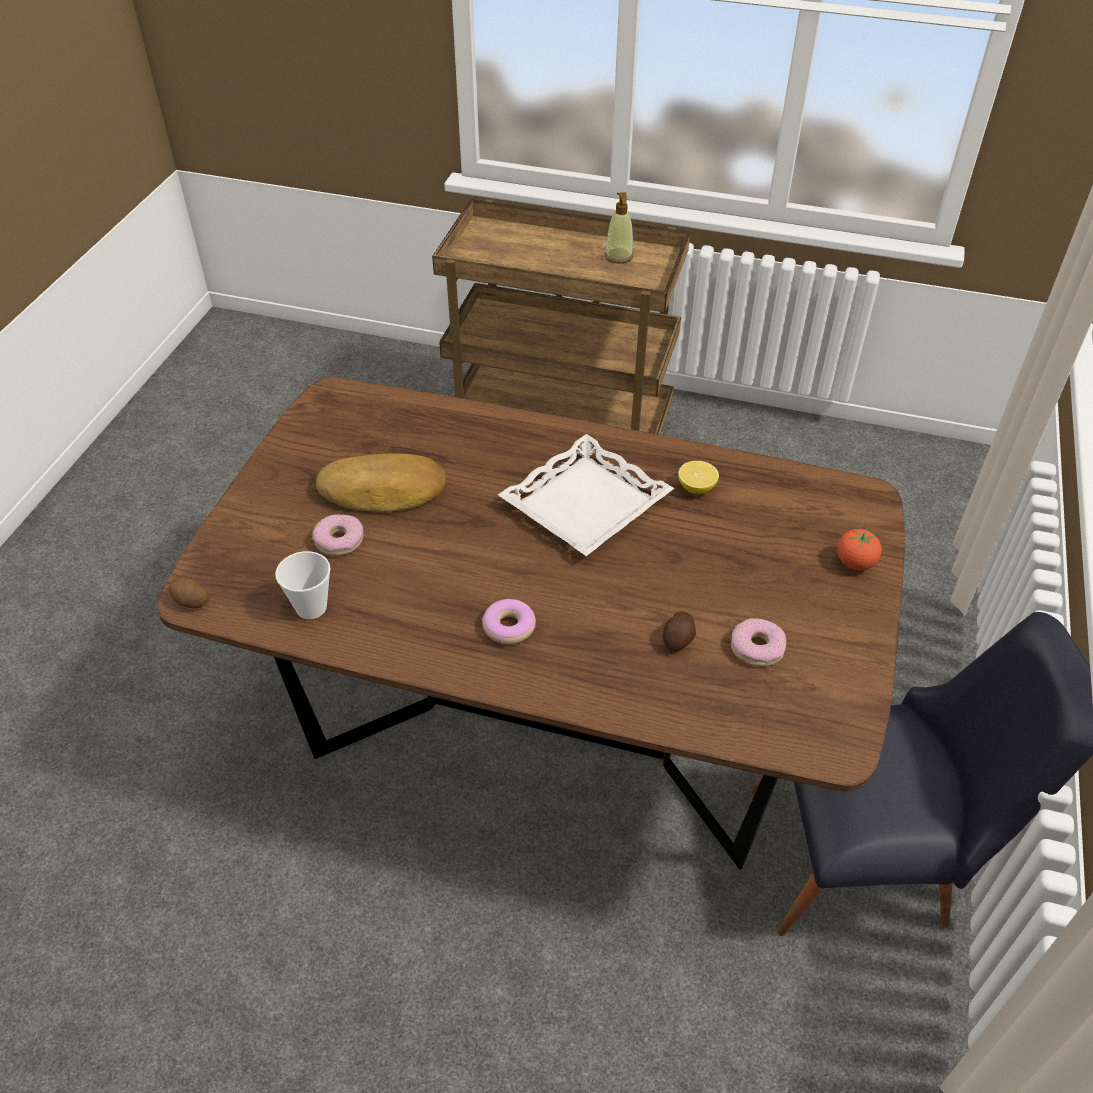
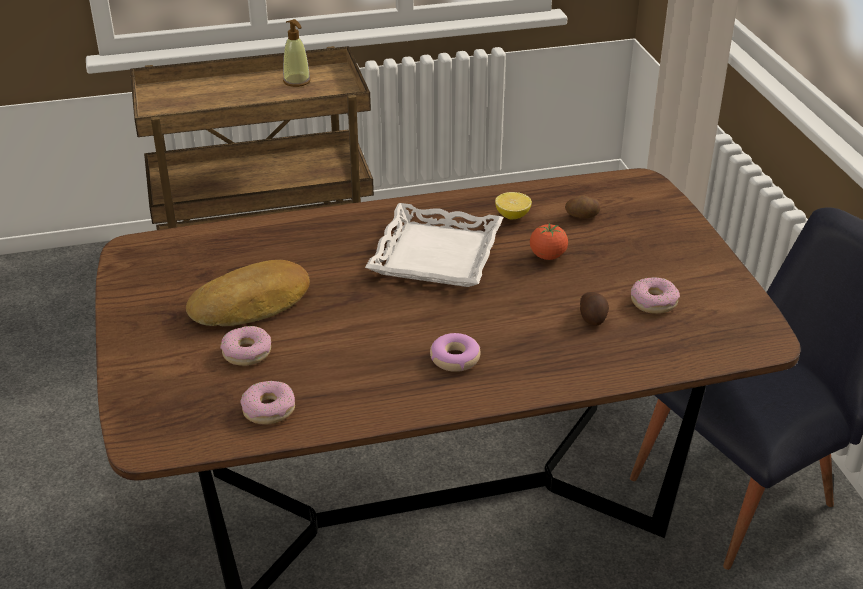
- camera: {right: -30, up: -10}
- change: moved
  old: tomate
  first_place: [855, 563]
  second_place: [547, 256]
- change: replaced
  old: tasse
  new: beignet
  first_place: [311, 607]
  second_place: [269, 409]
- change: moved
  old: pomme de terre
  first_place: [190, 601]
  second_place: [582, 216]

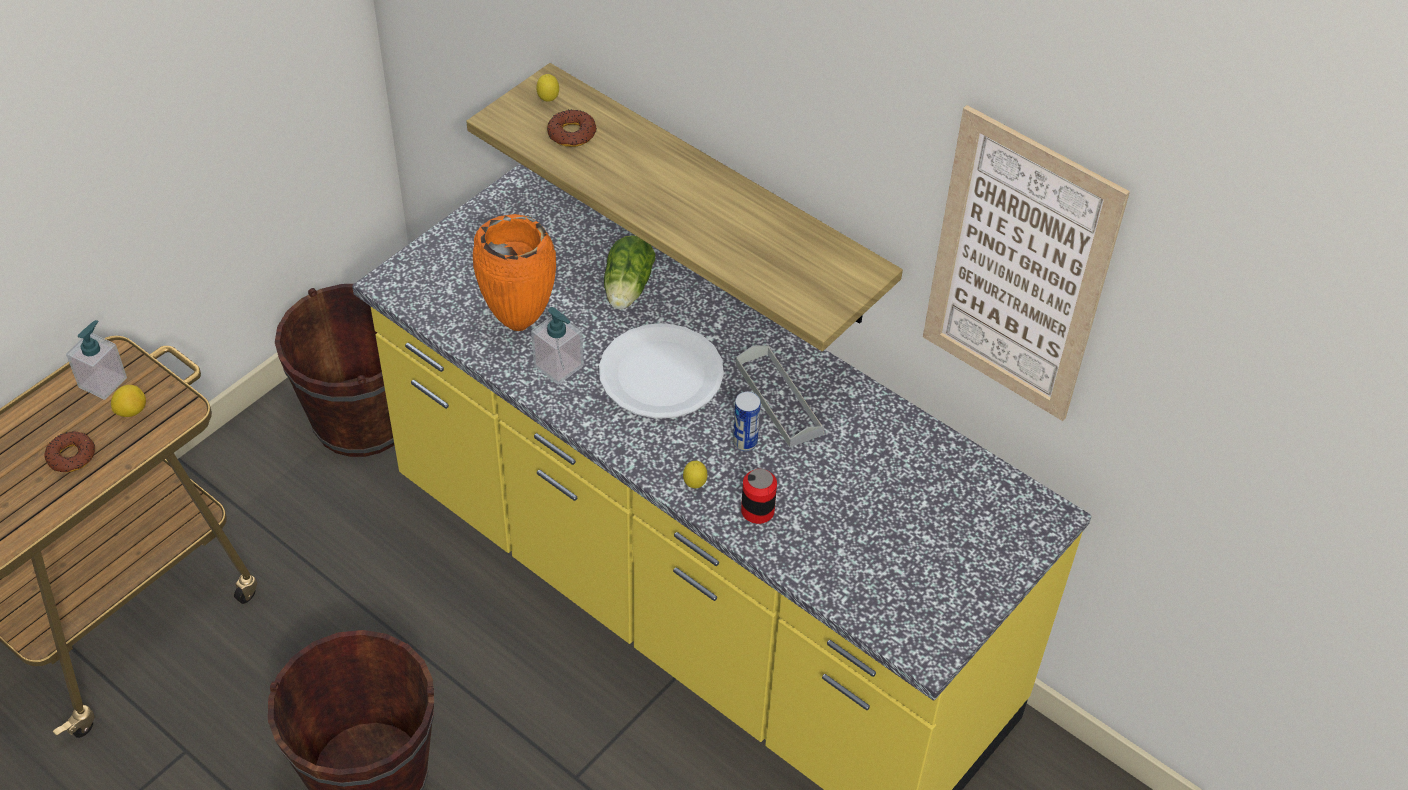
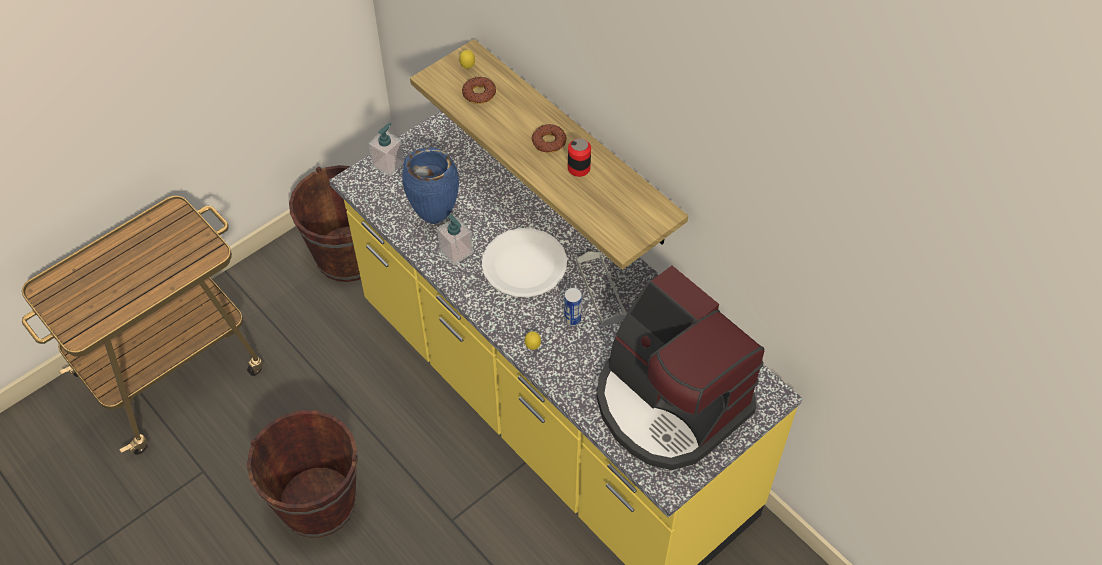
- camera: {right: 10, up: 5}
- change: removed
  old: tableau
  first_place: [1018, 269]
- change: recoloured
  old: vase/orange
  new: vase/bleu
  first_place: [520, 322]
  second_place: [436, 217]
- change: removed
  old: laitue
  first_place: [626, 290]
- change: moved
  old: distributeur de savon
  first_place: [103, 382]
  second_place: [388, 164]
- change: removed
  old: citron
  first_place: [131, 411]
- change: moved
  old: beignet
  first_place: [71, 456]
  second_place: [548, 142]
- change: moved
  old: boîte métallique
  first_place: [757, 511]
  second_place: [579, 168]
- change: added
  new: machine à café
  second_place: [669, 403]

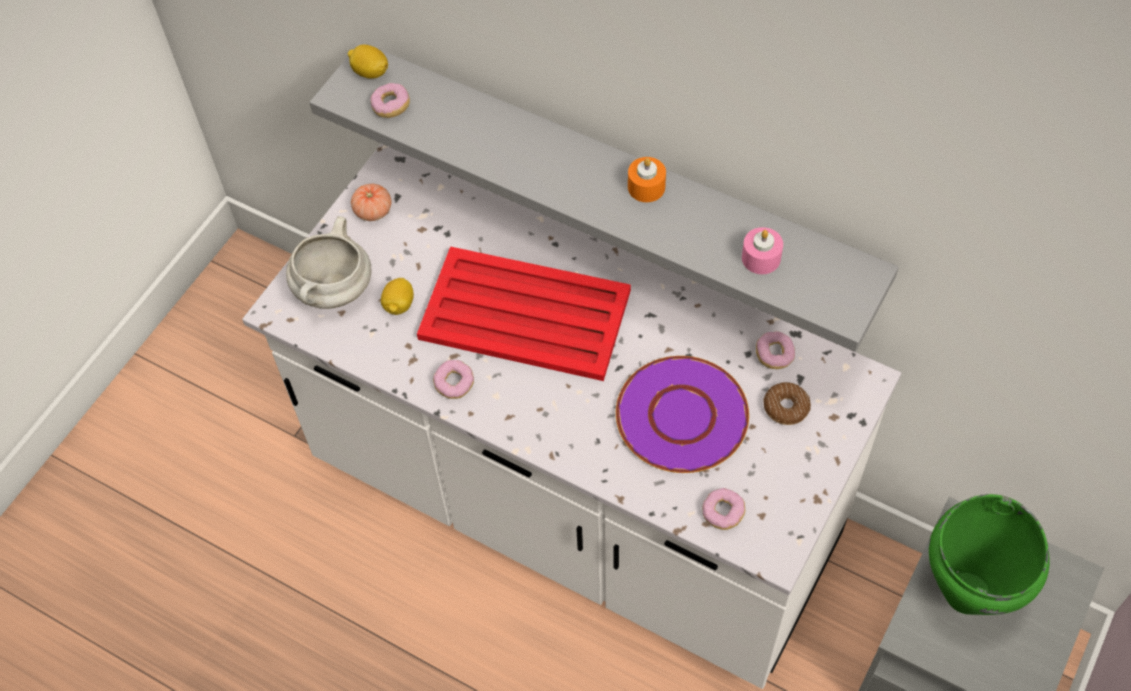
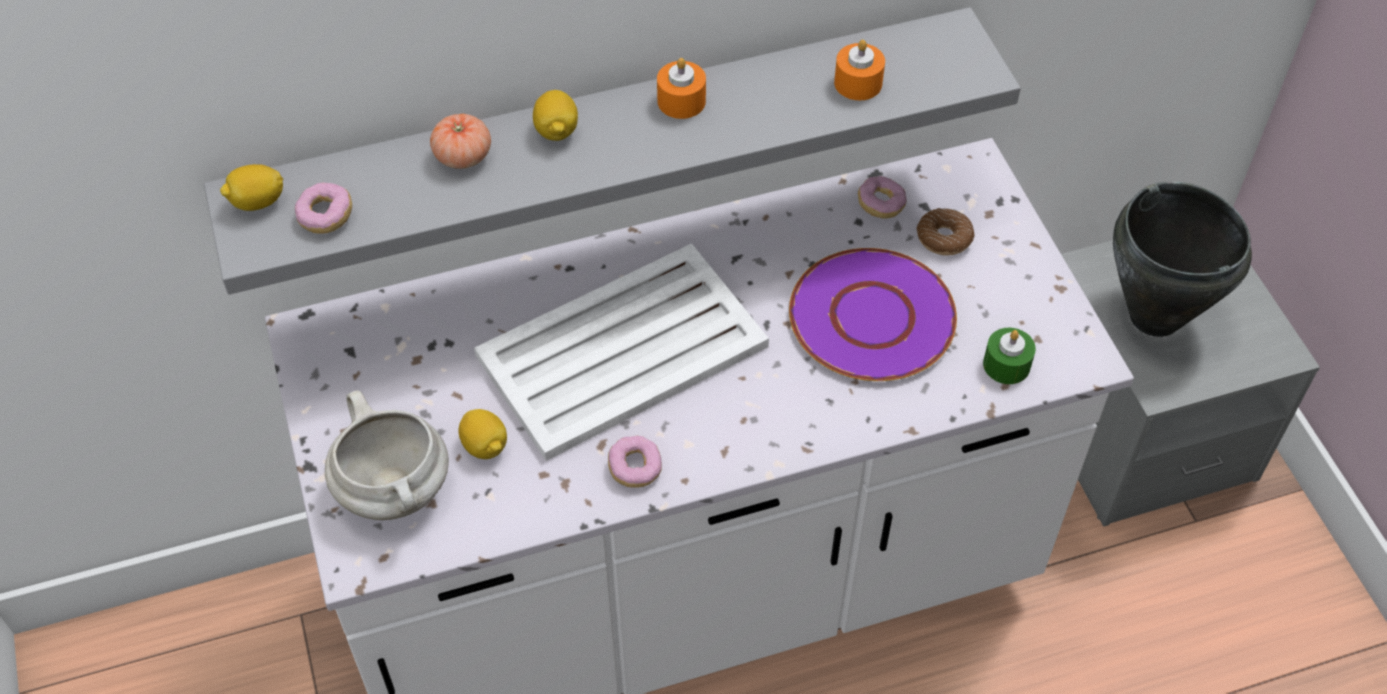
- camera: {right: -50, up: -5}
- change: moved
  old: tomate
  first_place: [373, 211]
  second_place: [463, 156]
- change: recoloured
  old: bougie/rose
  new: bougie/orange
  first_place: [761, 258]
  second_place: [858, 83]
- change: recoloured
  old: plateau/rouge
  new: plateau/blanc
  first_place: [527, 315]
  second_place: [625, 351]
- change: replaced
  old: beignet
  new: bougie/vert
  first_place: [723, 513]
  second_place: [1006, 365]
- change: recoloured
  old: marmite/vert
  new: marmite/noir
  first_place: [965, 594]
  second_place: [1154, 318]
- change: added
  new: citron
  second_place: [556, 131]

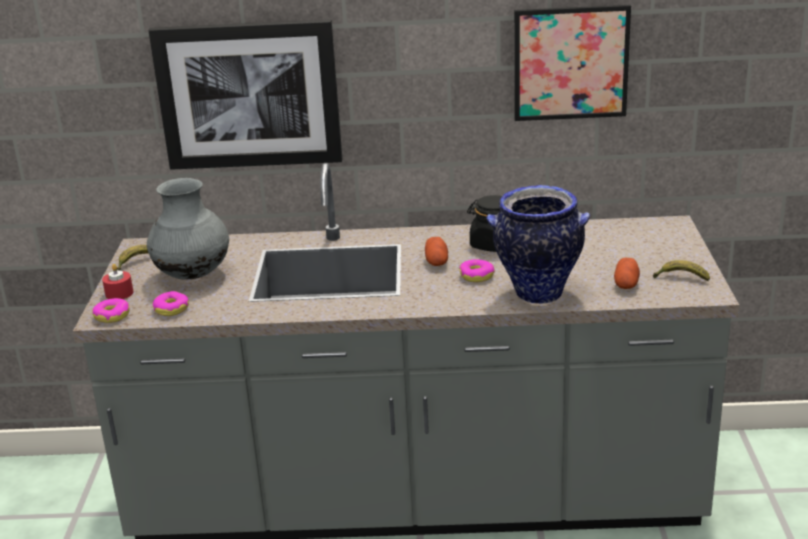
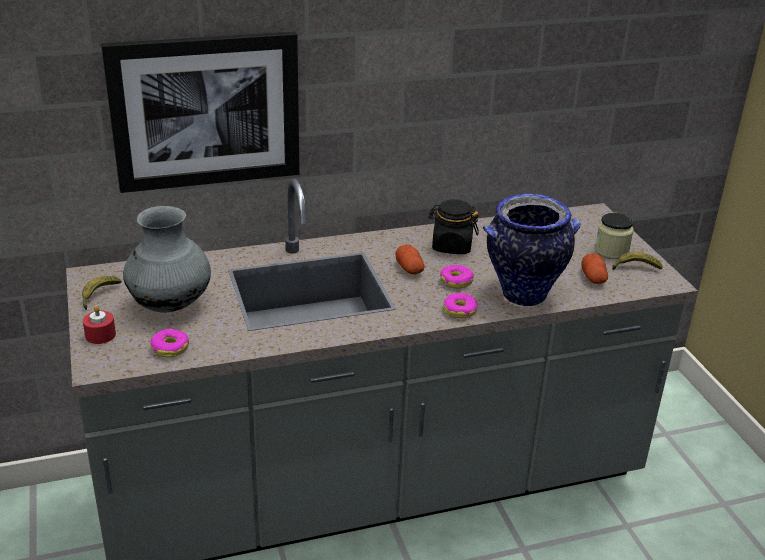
- camera: {right: -20, up: 5}
- change: removed
  old: tableau
  first_place: [570, 63]
- change: moved
  old: beignet
  first_place: [112, 316]
  second_place: [460, 310]
- change: added
  new: bocal
  second_place: [611, 251]

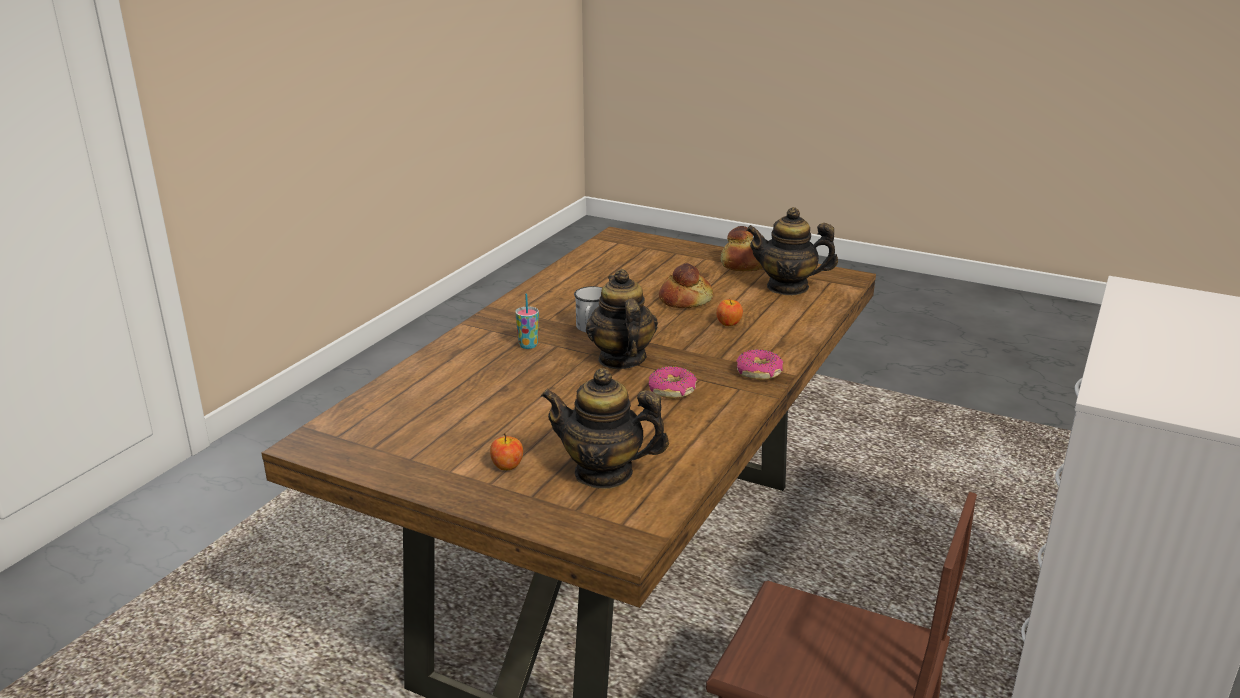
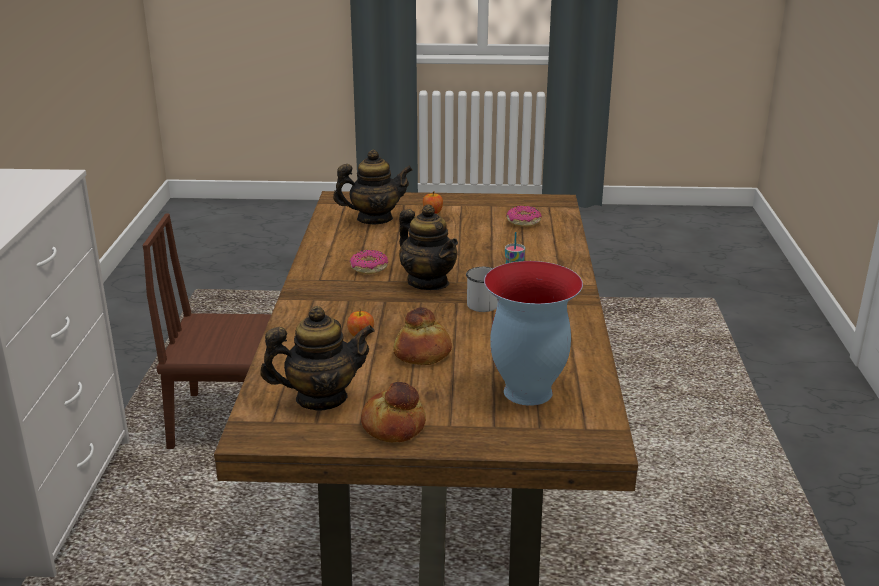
- camera: {right: 155, up: 0}
- change: moved
  old: beignet
  first_place: [759, 372]
  second_place: [523, 222]
- change: added
  new: vase
  second_place: [527, 393]

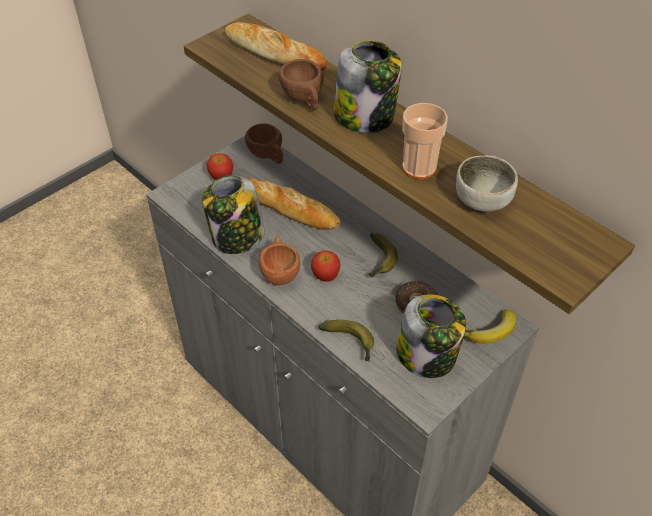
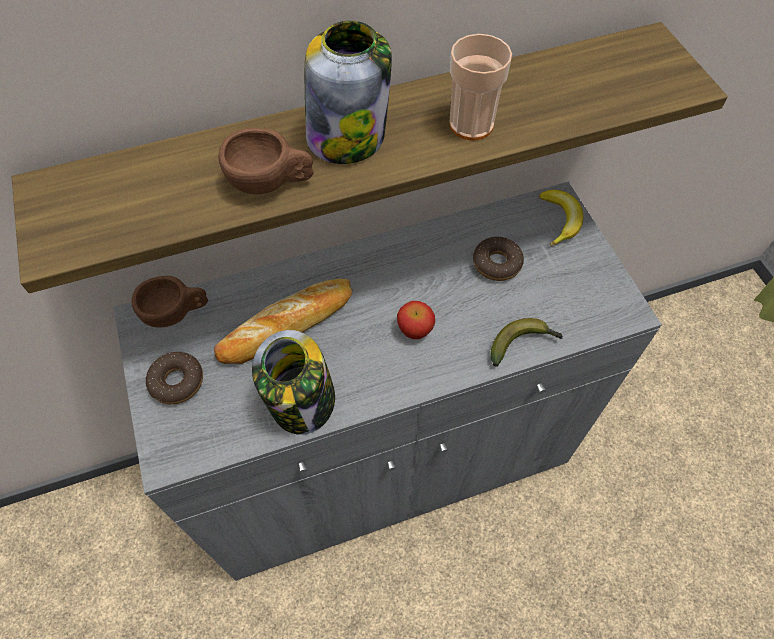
- camera: {right: -65, up: 10}
- change: removed
  old: pain
  first_place: [275, 53]
- change: replaced
  old: pomme
  new: beignet
  first_place: [221, 176]
  second_place: [177, 382]
- change: removed
  old: bol
  first_place: [482, 199]
- change: removed
  old: banane
  first_place: [380, 261]
- change: removed
  old: tasse/marron
  first_place: [280, 271]
- change: removed
  old: bocal
  first_place: [427, 356]

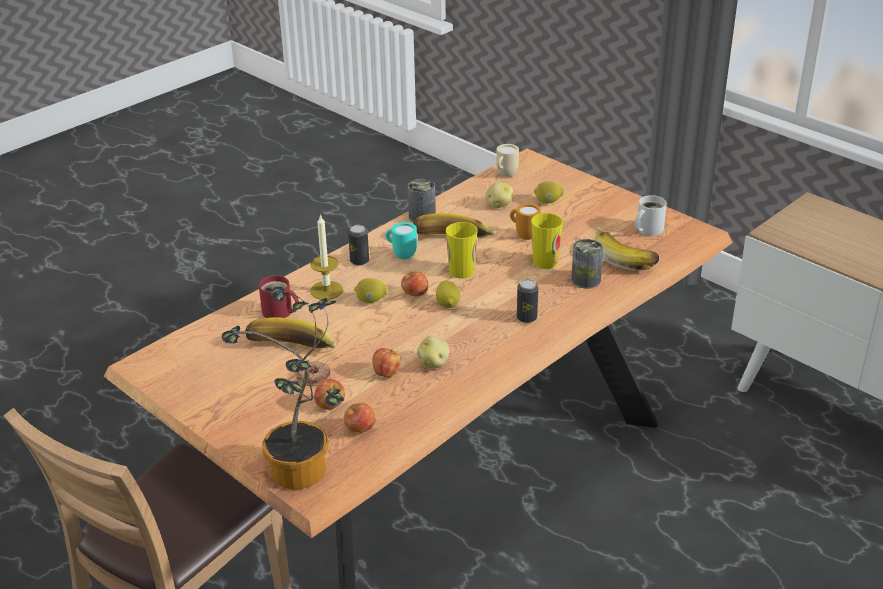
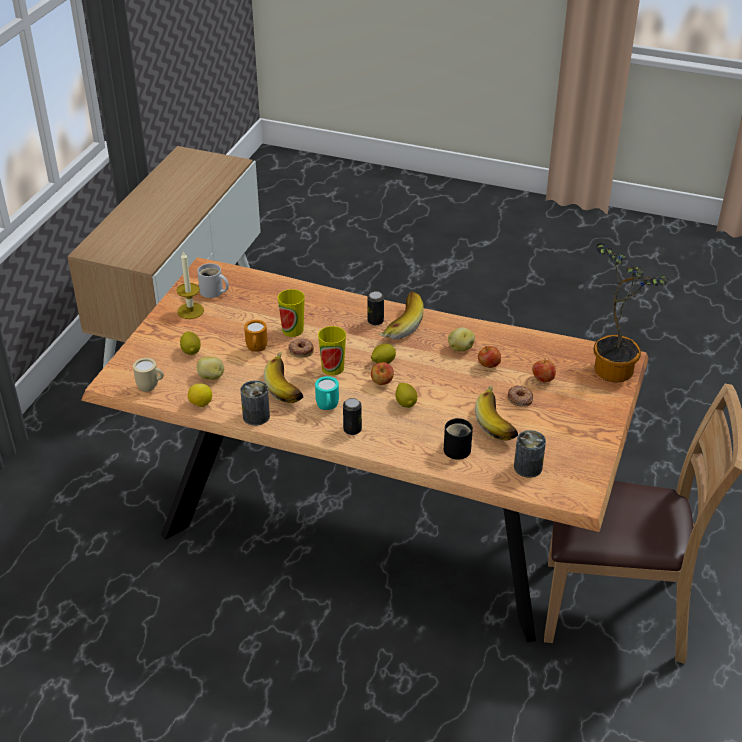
- camera: {right: -115, up: 5}
- change: moved
  old: bougie
  first_place: [326, 290]
  second_place: [190, 311]
- change: moved
  old: banane
  first_place: [625, 258]
  second_place: [399, 324]
- change: moved
  old: boîte métallique
  first_place: [586, 280]
  second_place: [528, 467]
- change: recoloured
  old: mug/rouge
  new: mug/noir
  first_place: [279, 313]
  second_place: [458, 448]
- change: removed
  old: pomme
  first_place: [360, 429]
- change: added
  new: beignet
  second_place: [301, 350]
- change: added
  new: citron
  second_place: [200, 404]

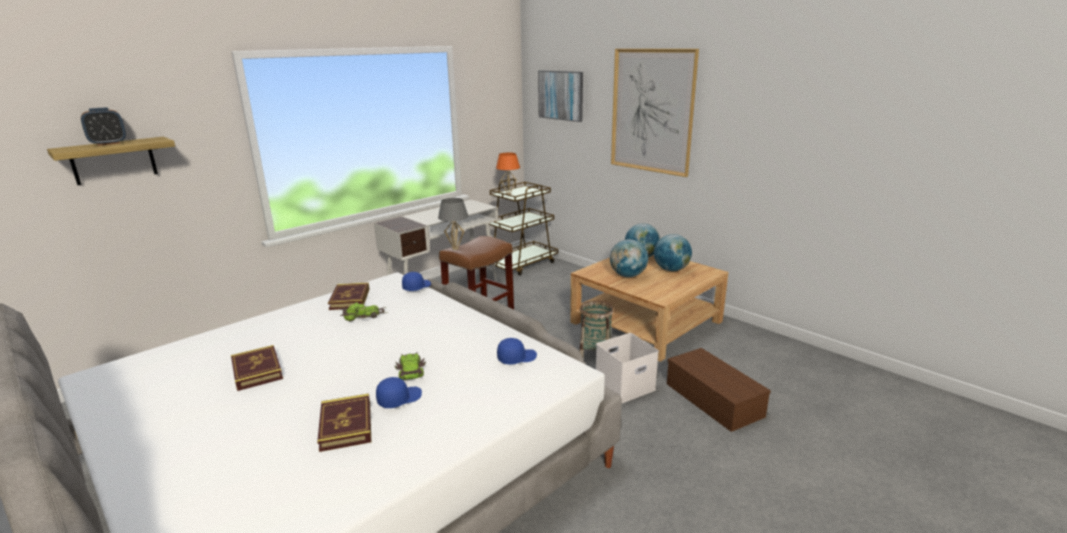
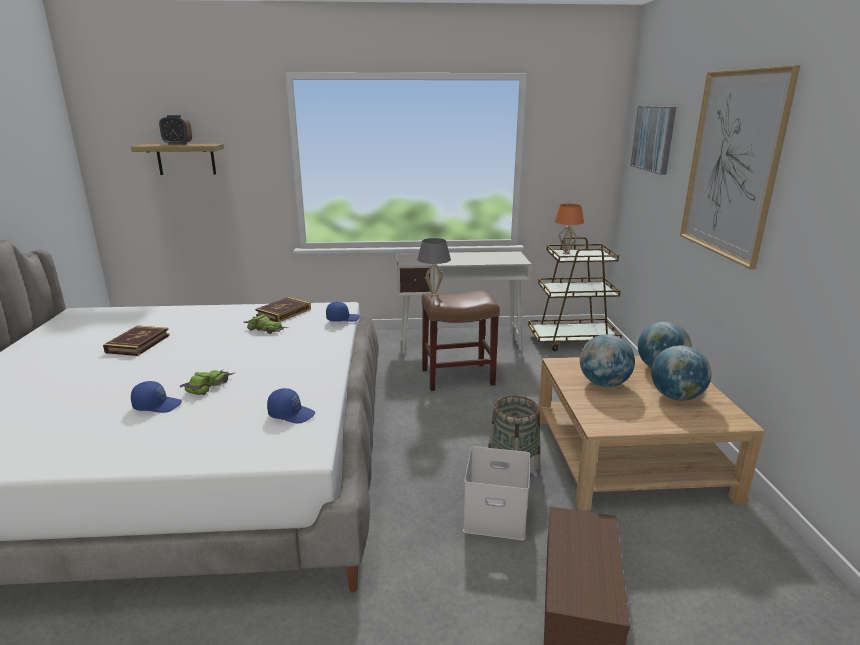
- camera: {right: 40, up: 0}
- change: removed
  old: livre
  first_place: [346, 425]

